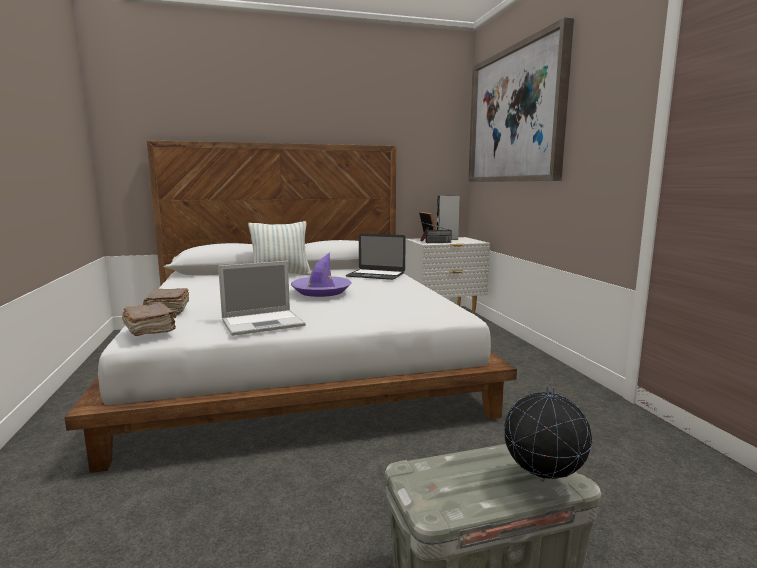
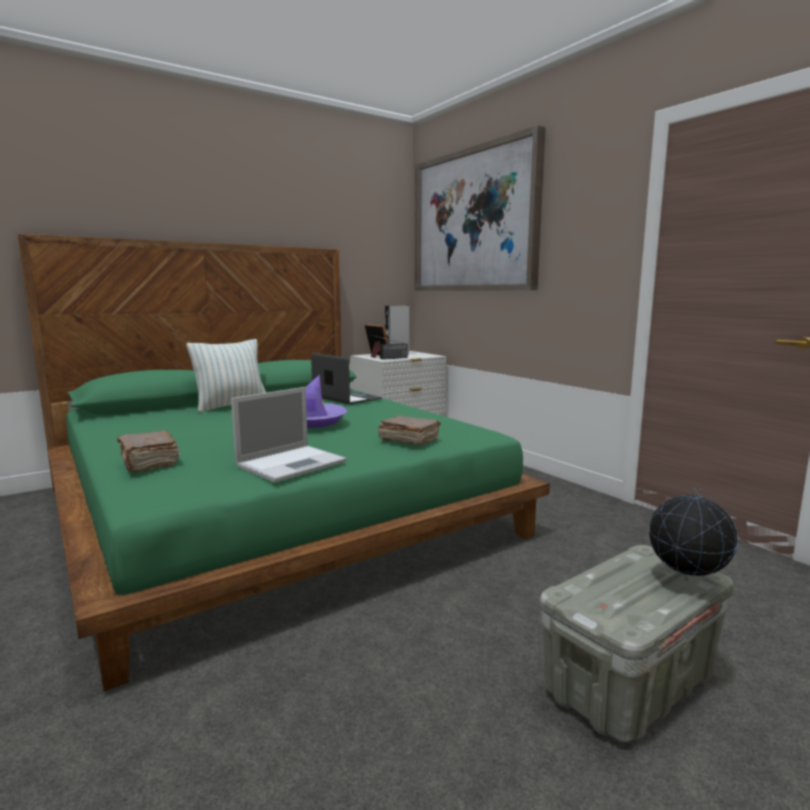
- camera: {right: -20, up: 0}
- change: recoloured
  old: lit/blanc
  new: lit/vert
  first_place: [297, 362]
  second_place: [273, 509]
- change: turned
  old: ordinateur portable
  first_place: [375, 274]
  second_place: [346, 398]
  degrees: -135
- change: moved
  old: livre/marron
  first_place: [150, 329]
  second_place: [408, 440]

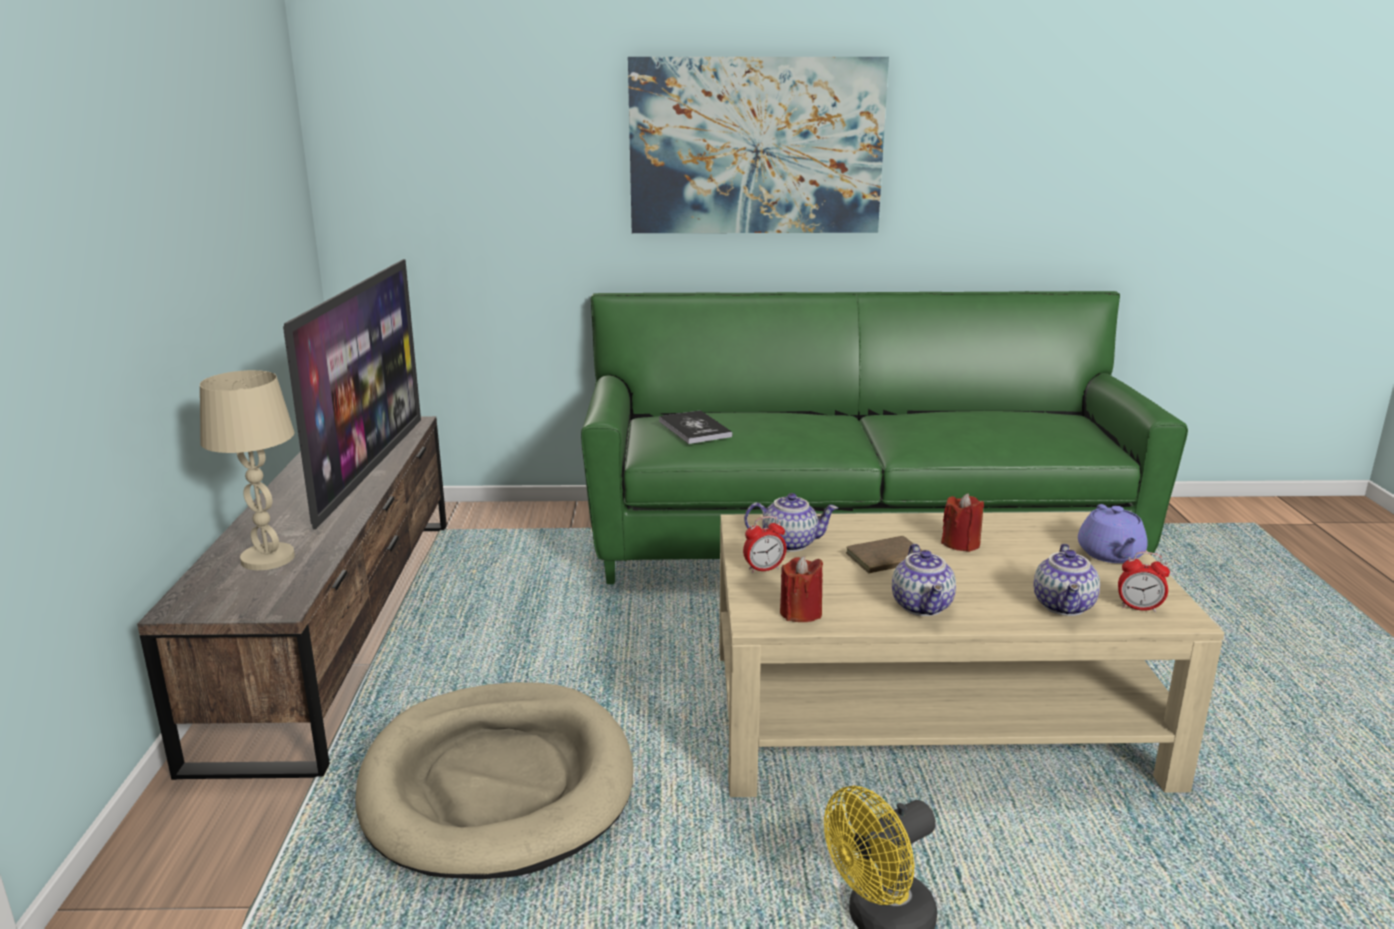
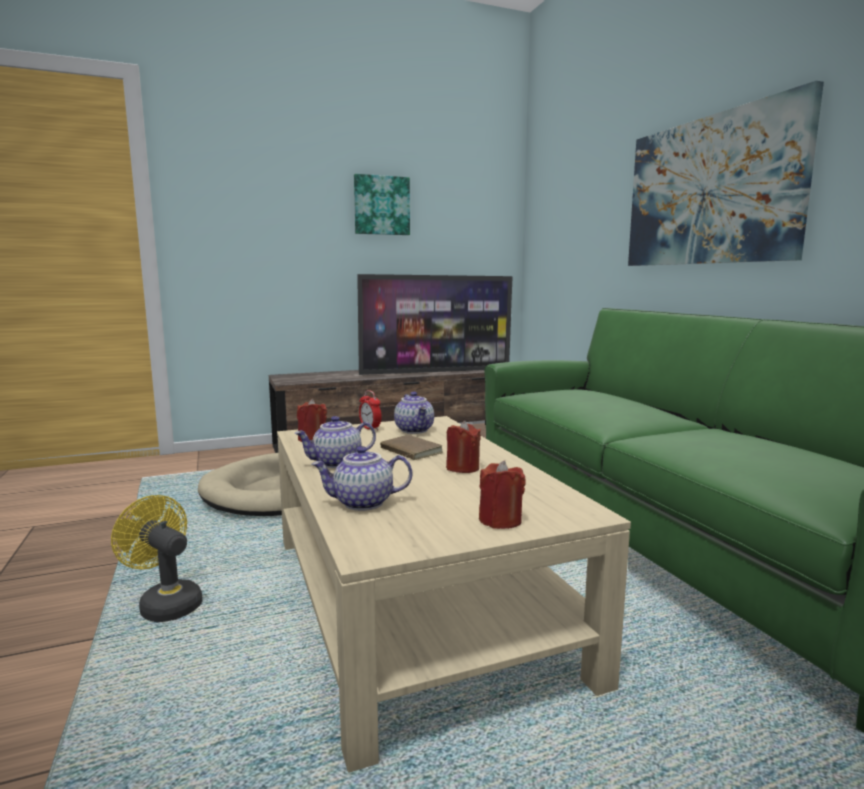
- camera: {right: 70, up: -10}
- change: removed
  old: lampe de table/beige
  first_place: [268, 558]
- change: removed
  old: livre
  first_place: [695, 429]
- change: replaced
  old: théière/violet
  new: bougie/rouge
  first_place: [1110, 555]
  second_place: [500, 520]
- change: removed
  old: réveil
  first_place: [1139, 608]
- change: added
  new: tableau
  second_place: [381, 205]

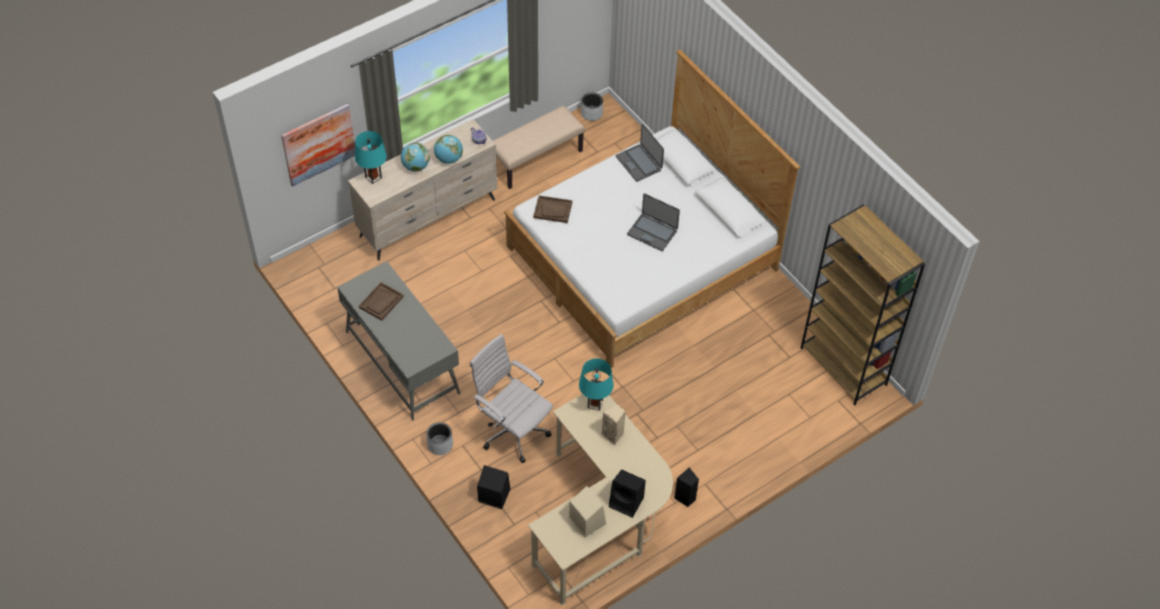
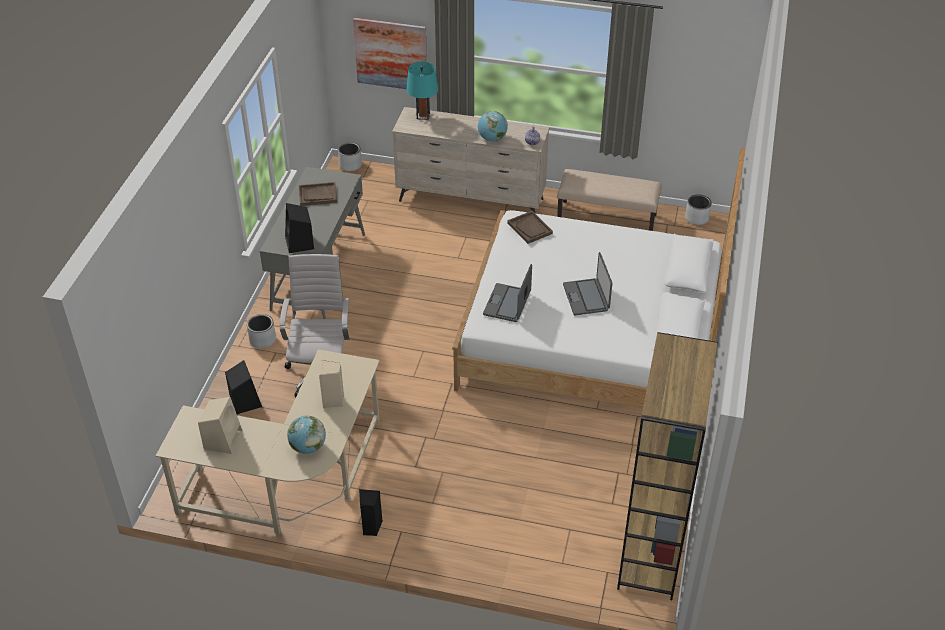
- camera: {right: 50, up: -10}
- change: moved
  old: ordinateur portable
  first_place: [639, 163]
  second_place: [507, 303]
- change: moved
  old: globe
  first_place: [415, 166]
  second_place: [308, 447]
- change: removed
  old: lampe de table/turquoise
  first_place: [595, 403]
- change: moved
  old: enceinte/noir
  first_place: [627, 502]
  second_place: [300, 243]
- change: added
  new: cache-pot/gris
  second_place: [350, 165]

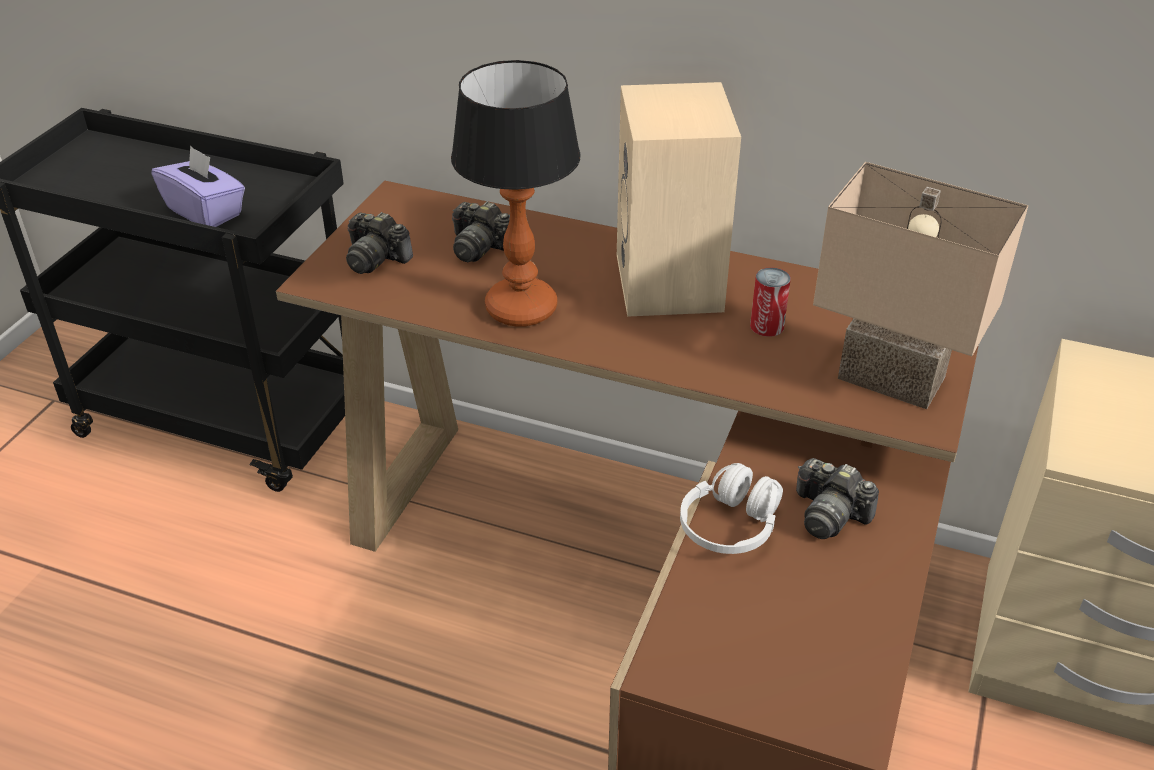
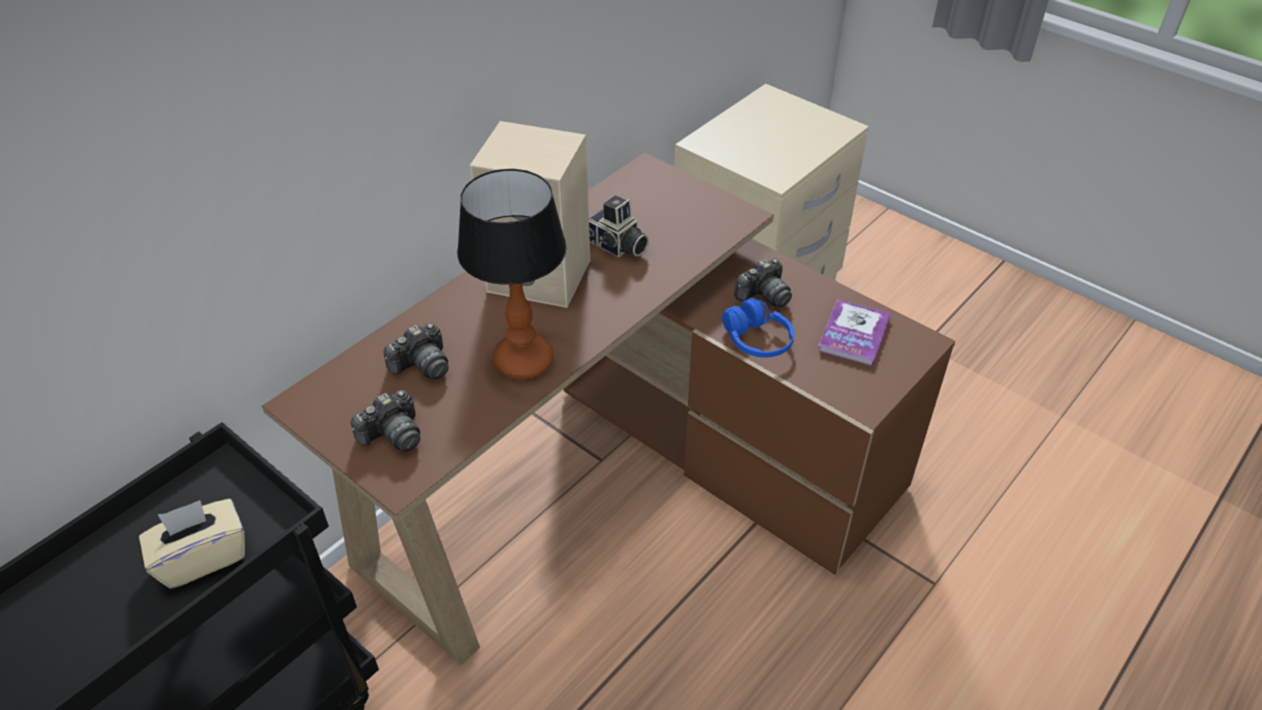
- camera: {right: -70, up: 5}
- change: recoloured
  old: boîte à mouchoirs/violet
  new: boîte à mouchoirs/beige
  first_place: [205, 211]
  second_place: [202, 557]
- change: removed
  old: lampe de table/beige
  first_place: [887, 380]
- change: replaced
  old: boîte métallique
  new: appareil photo
  first_place: [767, 326]
  second_place: [617, 246]
- change: recoloured
  old: casque audio/blanc
  new: casque audio/bleu
  first_place: [730, 526]
  second_place: [757, 340]
- change: added
  new: livre
  second_place: [853, 334]

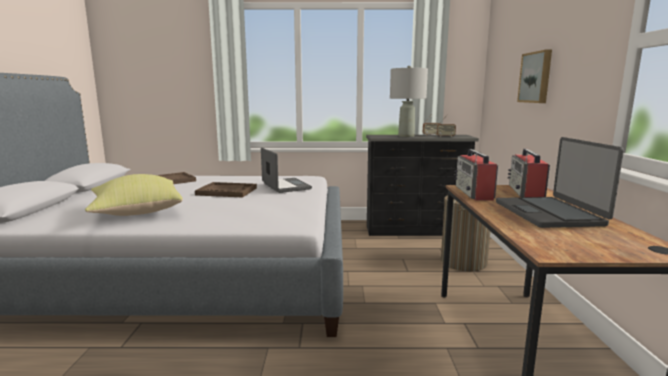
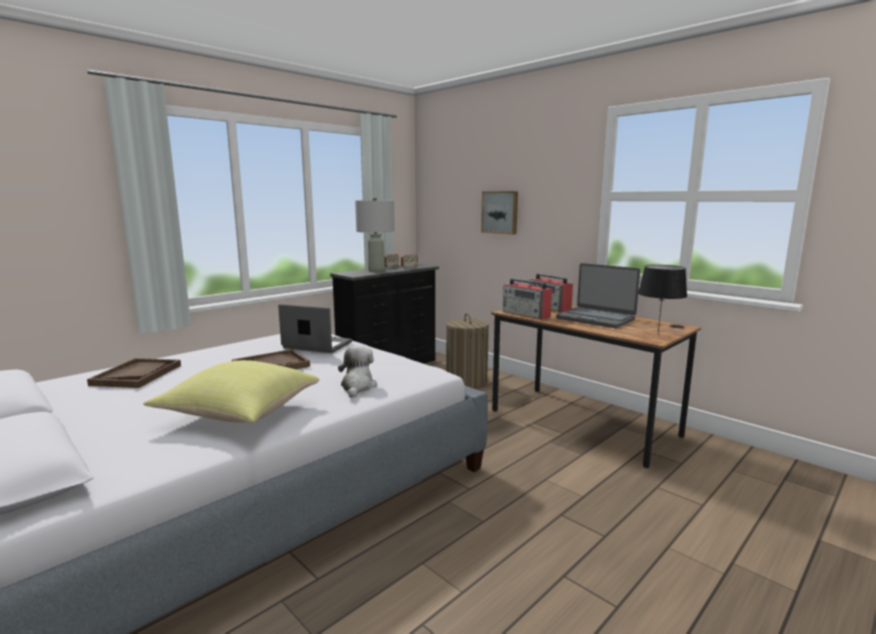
- camera: {right: -45, up: 0}
- change: added
  new: lampe de table/noir
  second_place: [658, 334]
- change: added
  new: peluche
  second_place: [357, 387]

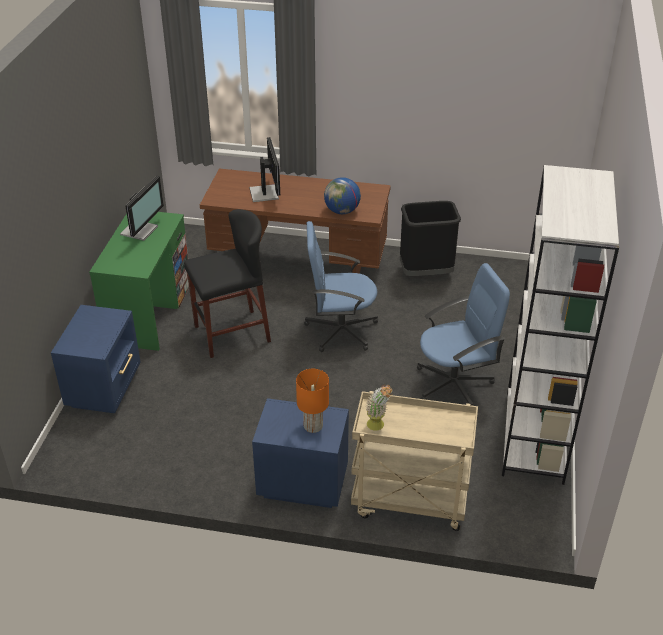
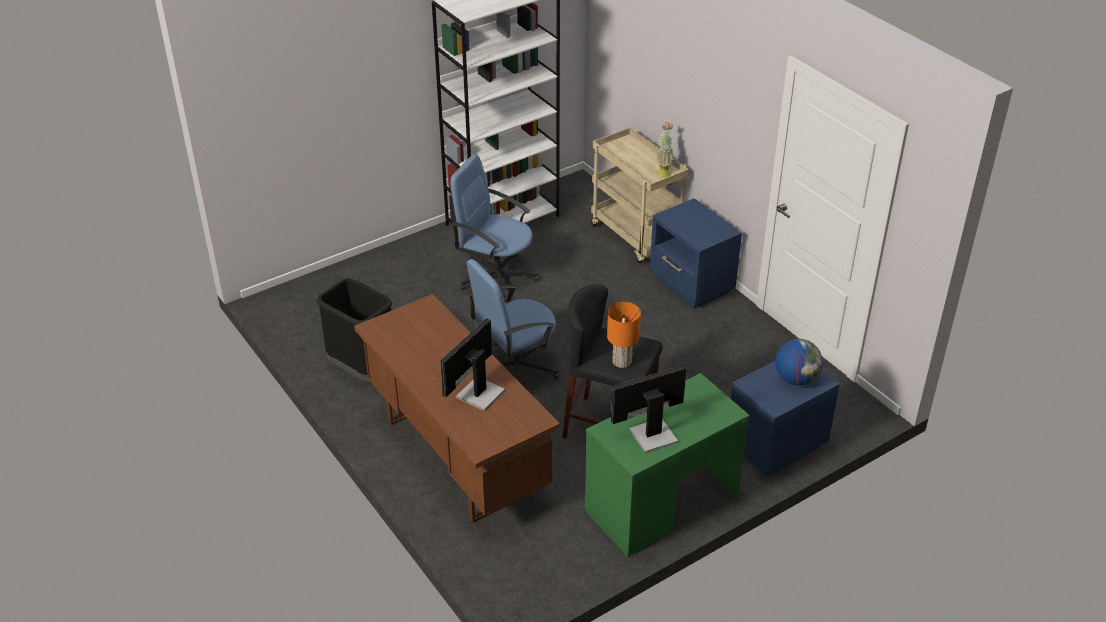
- camera: {right: -135, up: 0}
- change: moved
  old: globe
  first_place: [342, 211]
  second_place: [796, 379]
- change: turned
  old: chaise de bureau/bleu
  first_place: [340, 330]
  second_place: [515, 368]
  degrees: 105
- change: moved
  old: lampe de table/orange
  first_place: [313, 425]
  second_place: [621, 362]

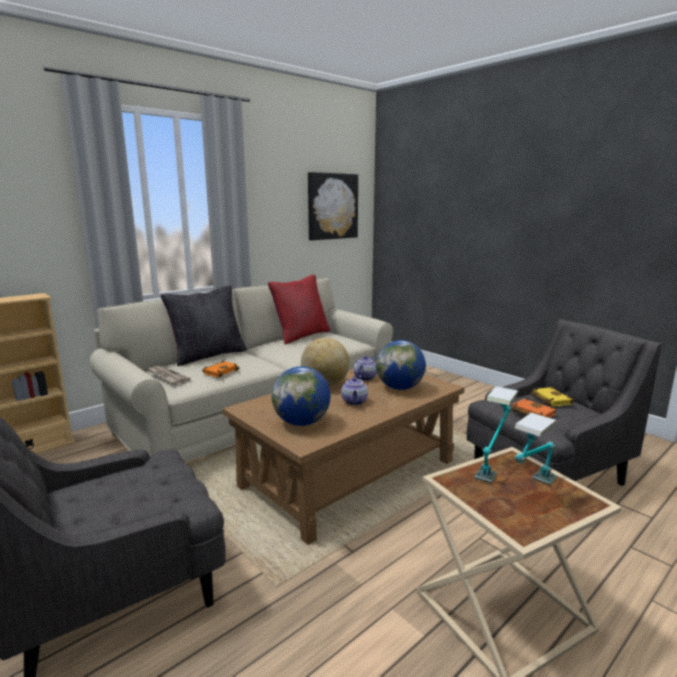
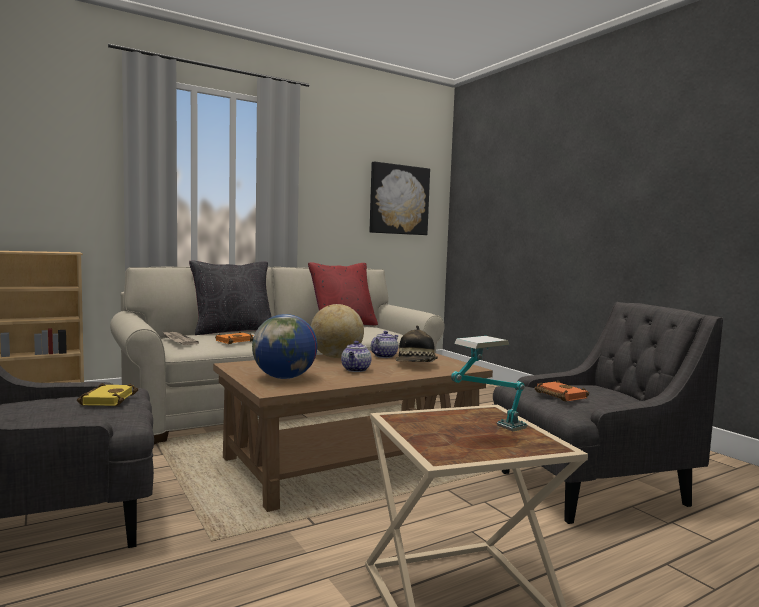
- camera: {right: 10, up: -10}
- change: replaced
  old: globe
  new: chapeau
  first_place: [400, 388]
  second_place: [416, 365]
- change: removed
  old: lampe de table
  first_place: [493, 464]
- change: moved
  old: livre/jaune
  first_place: [549, 399]
  second_place: [107, 399]

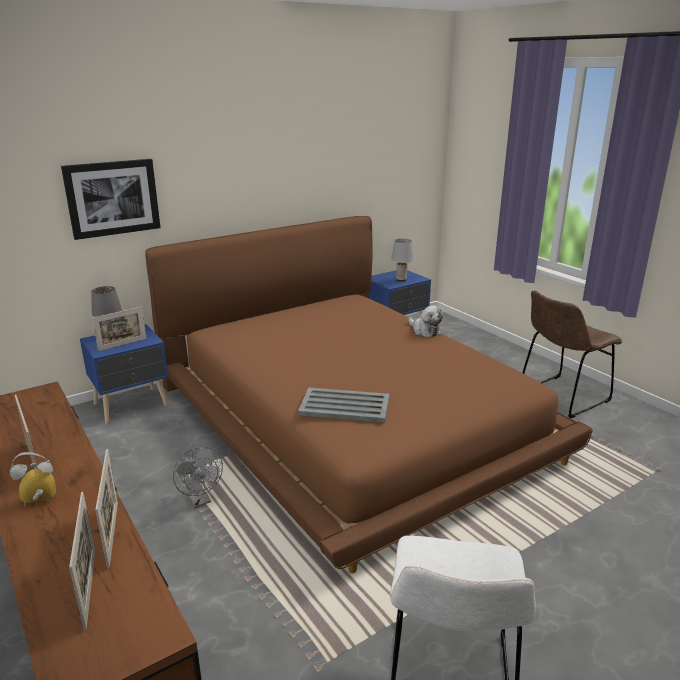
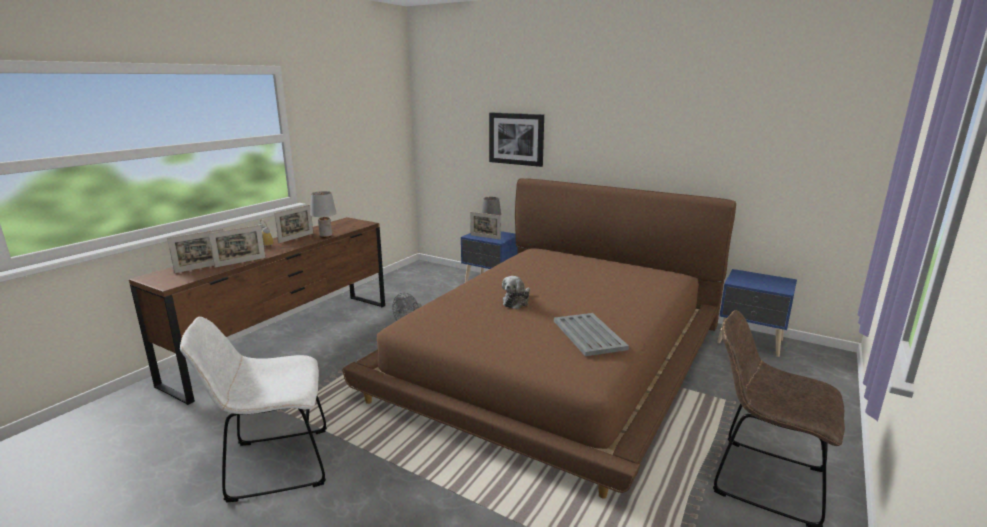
- camera: {right: 65, up: -5}
- change: moved
  old: lampe de table/gris
  first_place: [401, 279]
  second_place: [326, 236]
- change: moved
  old: peluche
  first_place: [424, 331]
  second_place: [517, 302]
- change: moved
  old: plateau/gris
  first_place: [345, 406]
  second_place: [589, 335]

